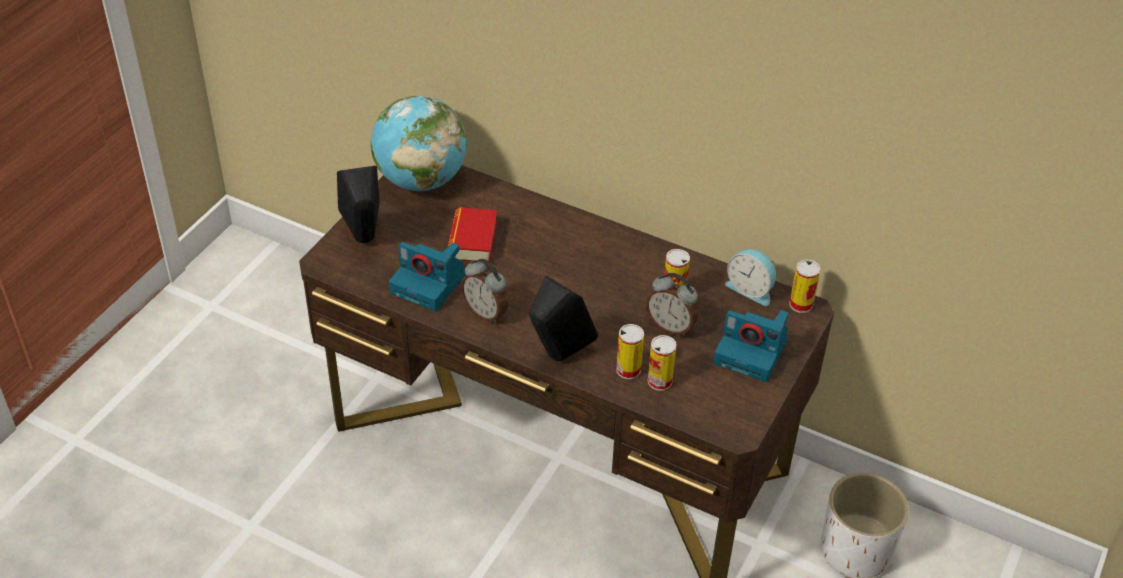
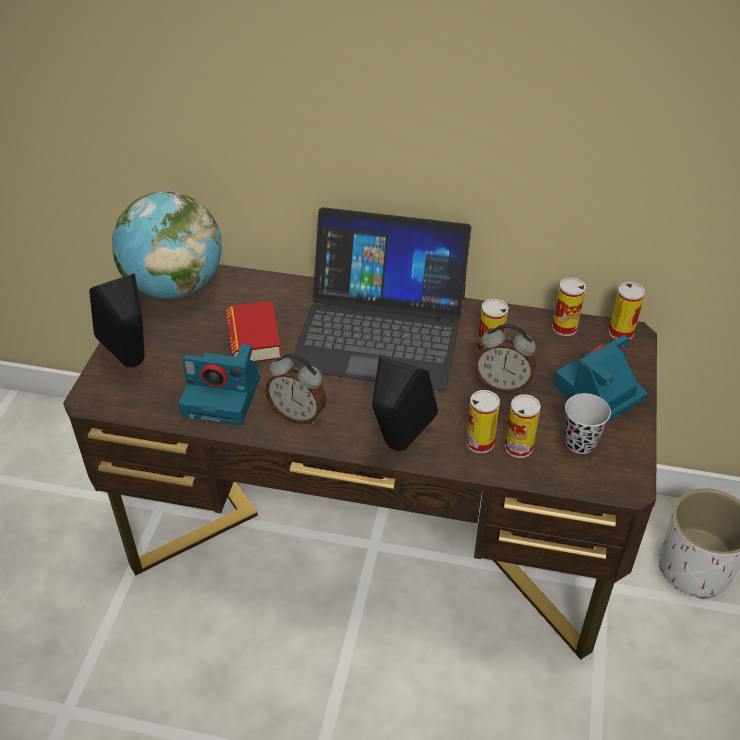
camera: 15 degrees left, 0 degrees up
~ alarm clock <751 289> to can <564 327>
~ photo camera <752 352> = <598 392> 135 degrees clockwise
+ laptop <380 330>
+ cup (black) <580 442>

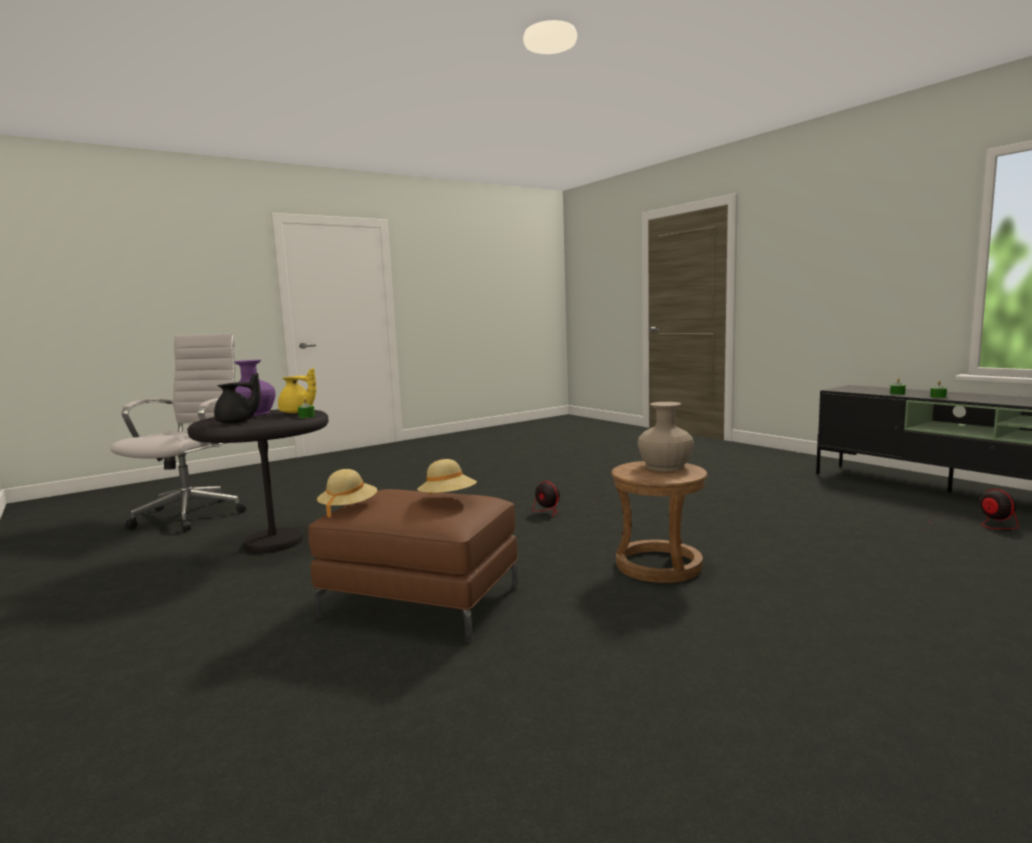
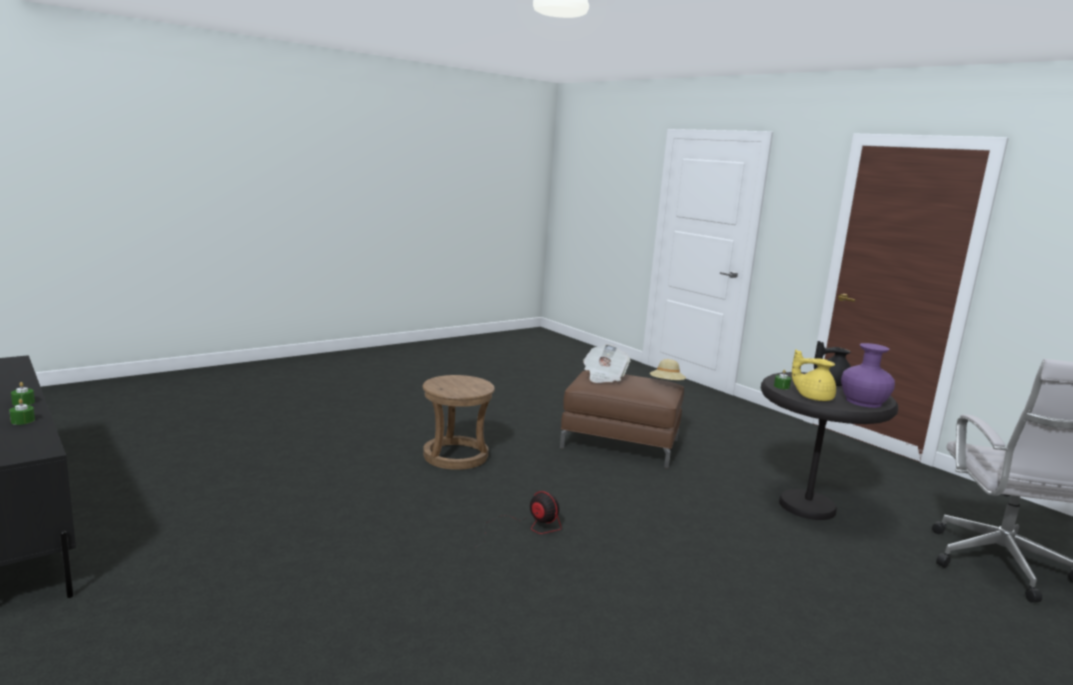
camera: 175 degrees right, 5 degrees up
- vase (beige) <665 466>
~ hat (beige) <448 499> to newspaper <604 377>
- fan <975 524>

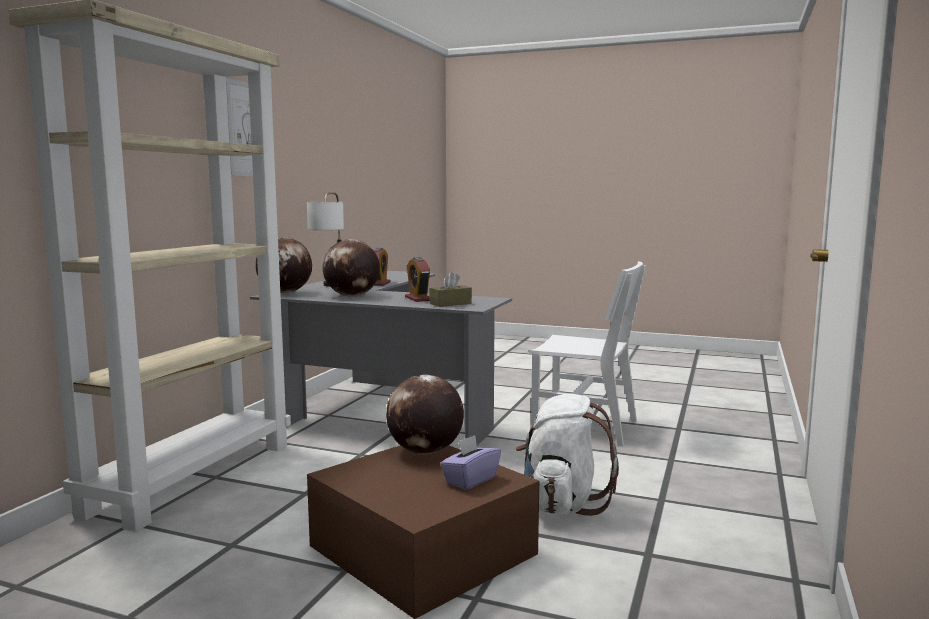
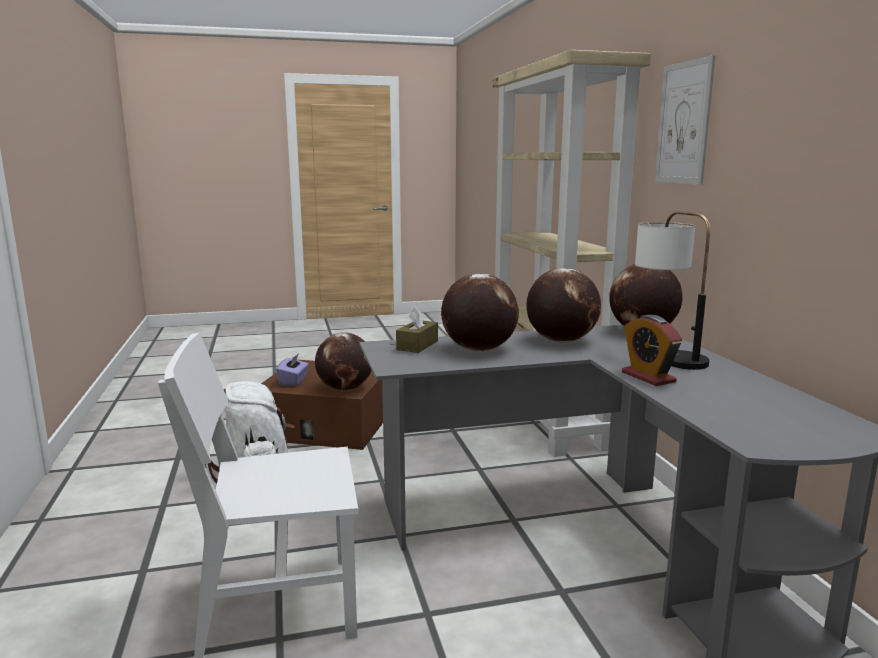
camera: 145 degrees right, 5 degrees up
~ alarm clock <418 299> to globe <478 349>

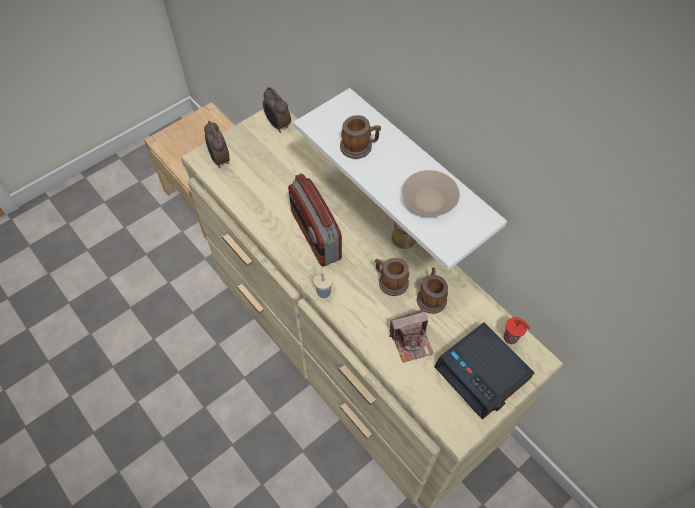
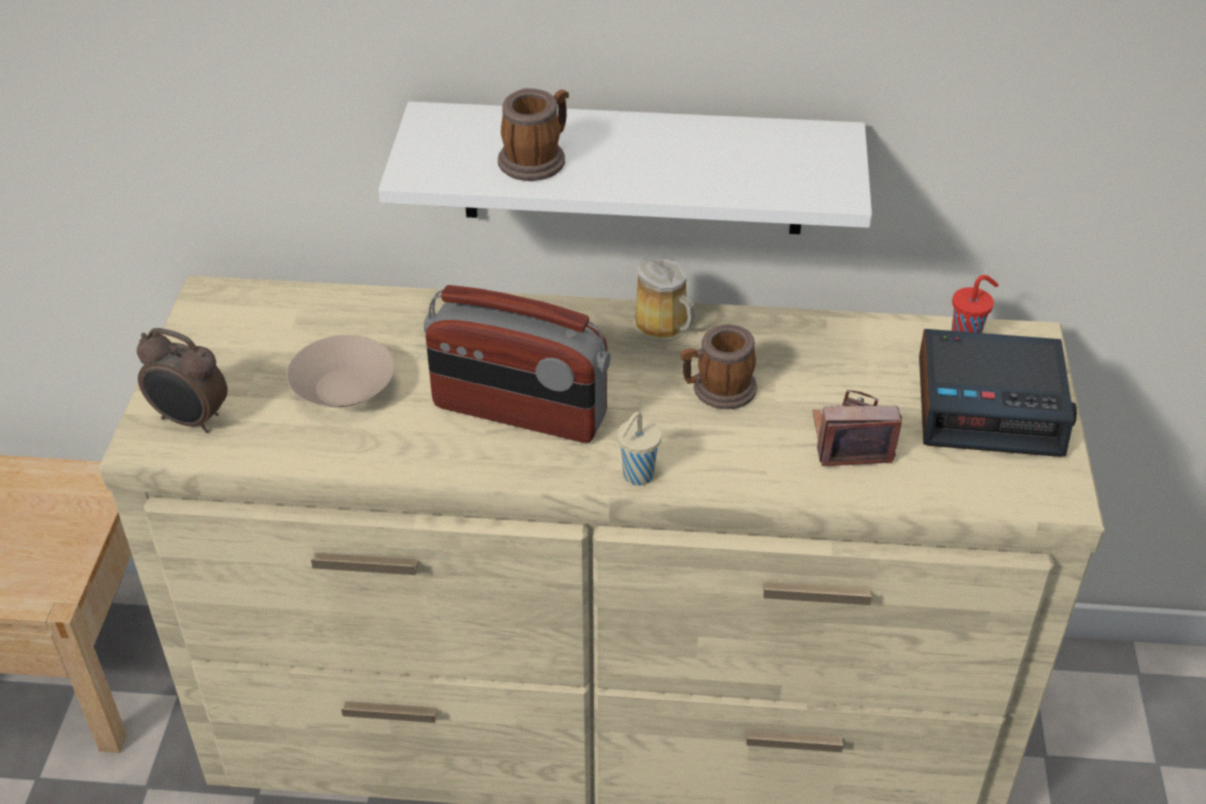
camera: 45 degrees left, 15 degrees down
- alarm clock <278 125>
~ bowl (beige) <429 202> to <344 391>
- mug <431 297>
~ photo camera <411 341> = <850 440> 120 degrees counterclockwise

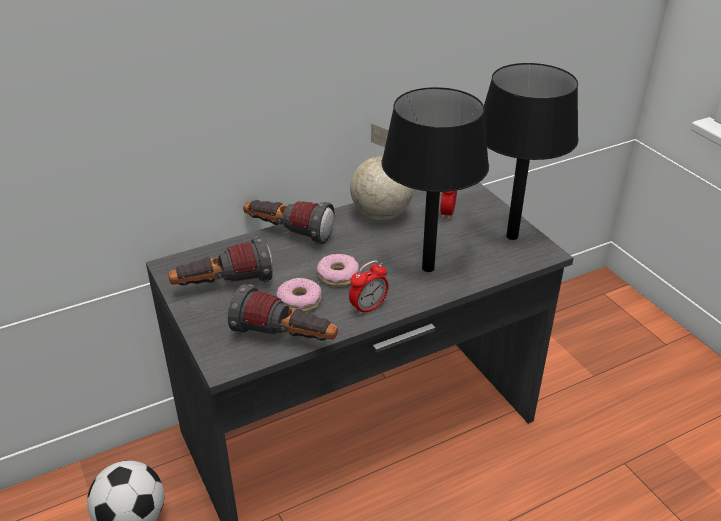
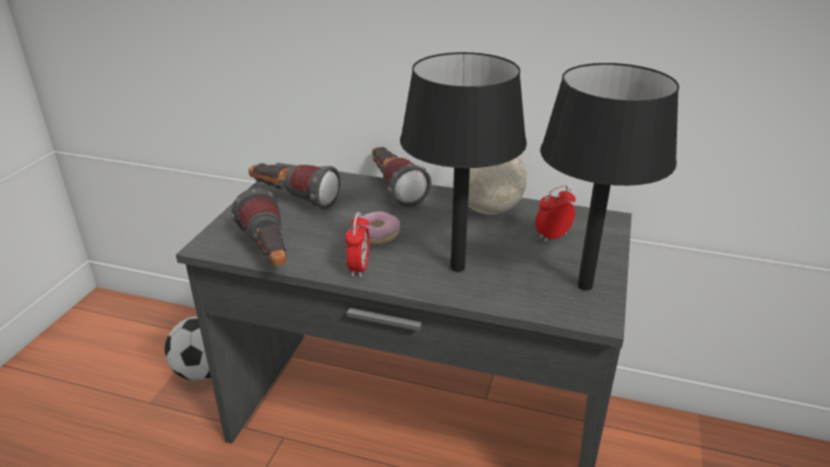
camera: 45 degrees right, 5 degrees down
~ alarm clock <368 307> = <359 268> 90 degrees counterclockwise
- donut <299 301>

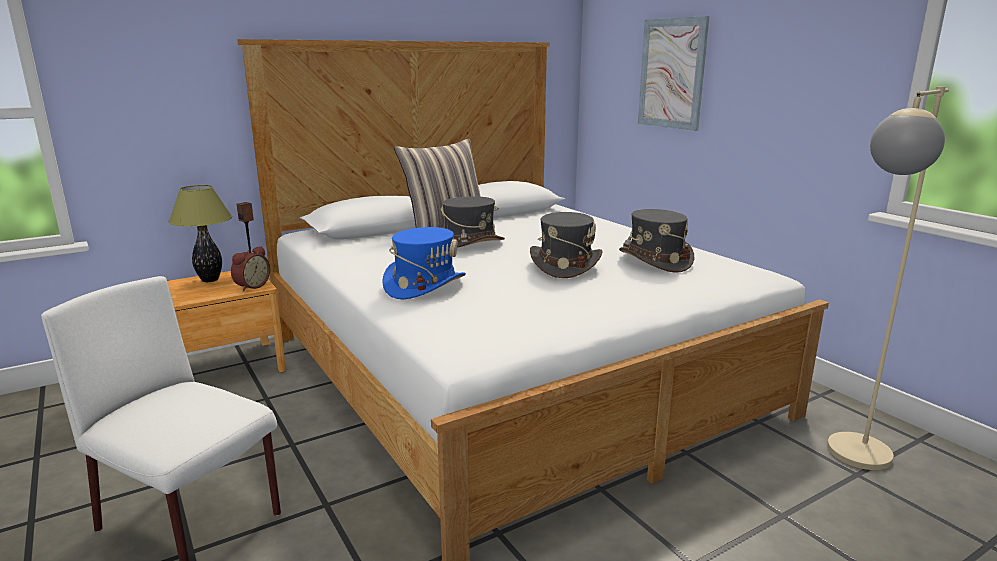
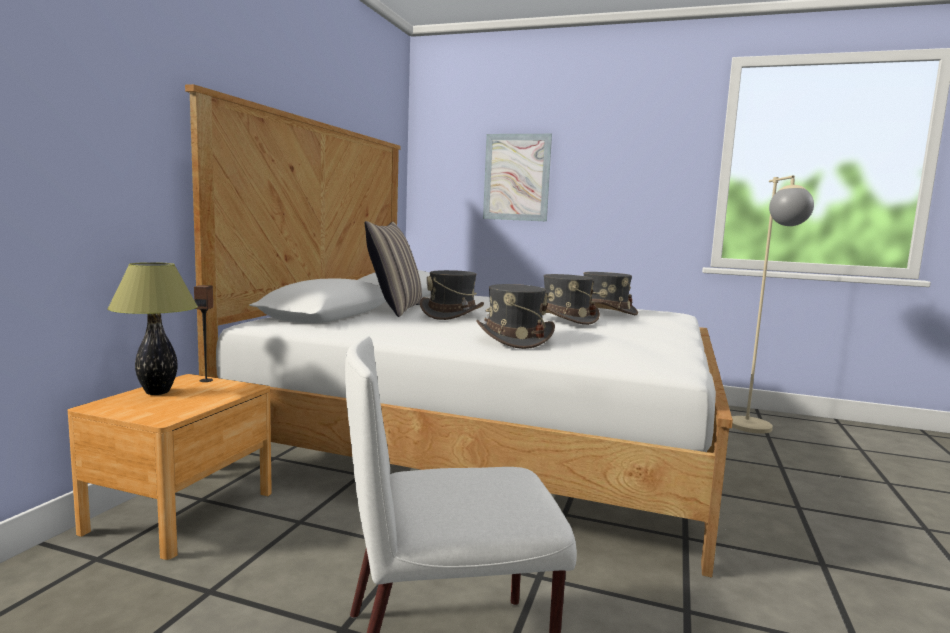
camera: 40 degrees left, 10 degrees down
~ hat (blue) <424 285> to hat (grey) <514 339>
- alarm clock <251 286>

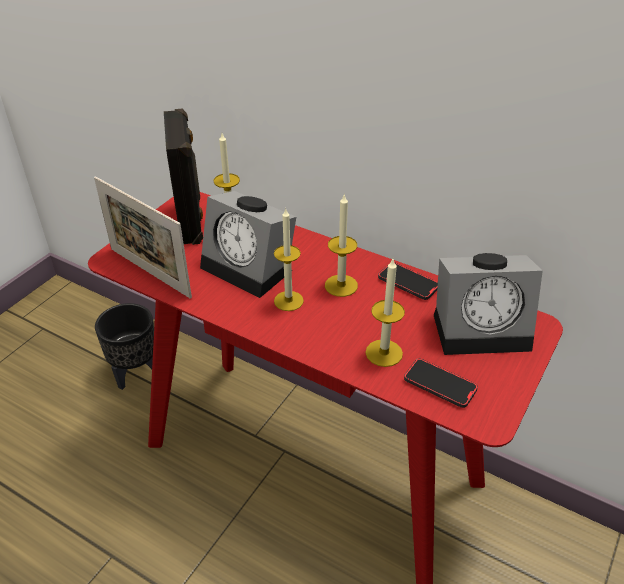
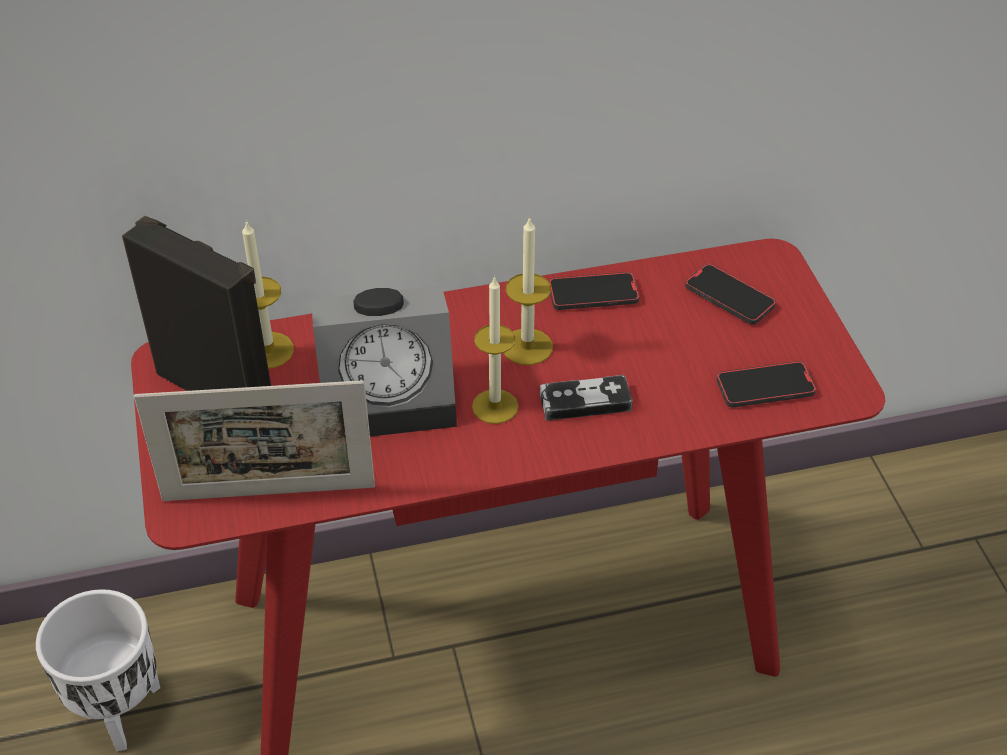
camera: 45 degrees left, 5 degrees up
~ alarm clock <483 329> to phone <729 297>
- candle <384 353>
~ planter (black) <137 374> to planter (white) <121 710>
+ game controller <585 402>

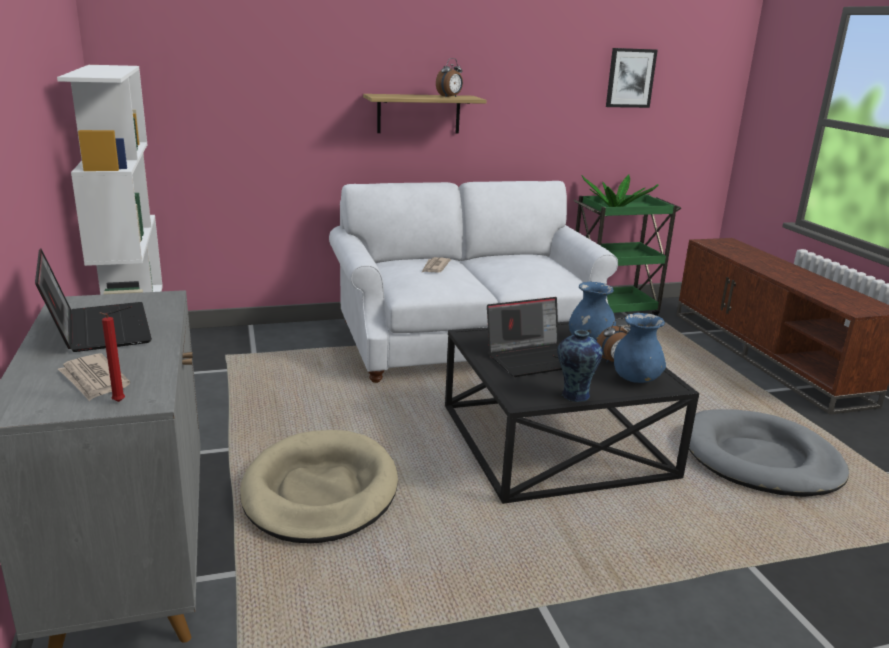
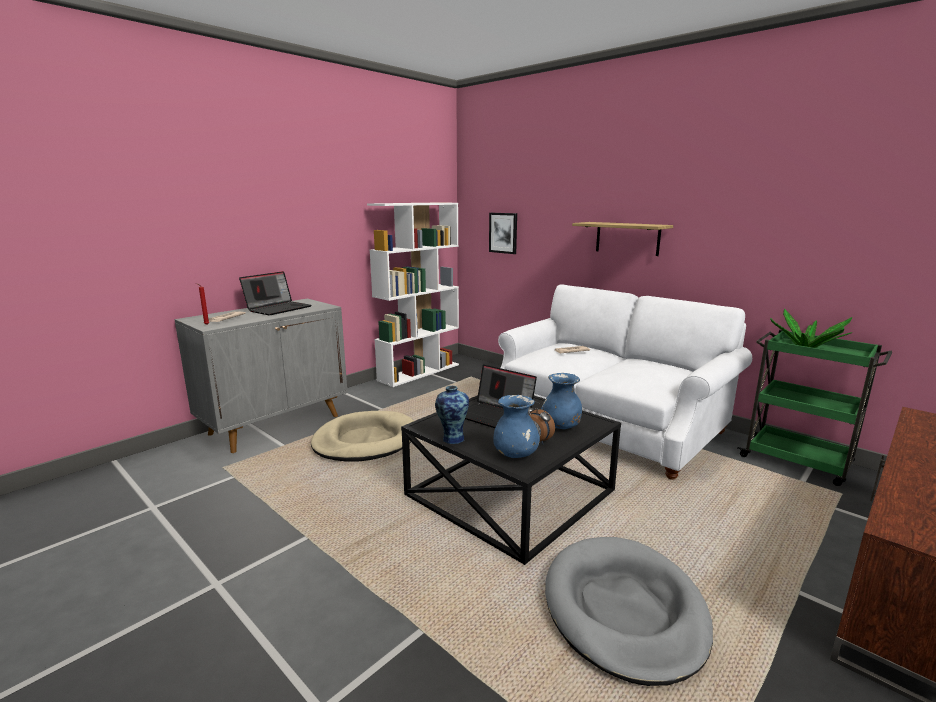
camera: 60 degrees right, 5 degrees down
~ picture <630 78> to <503 233>
- alarm clock <450 97>

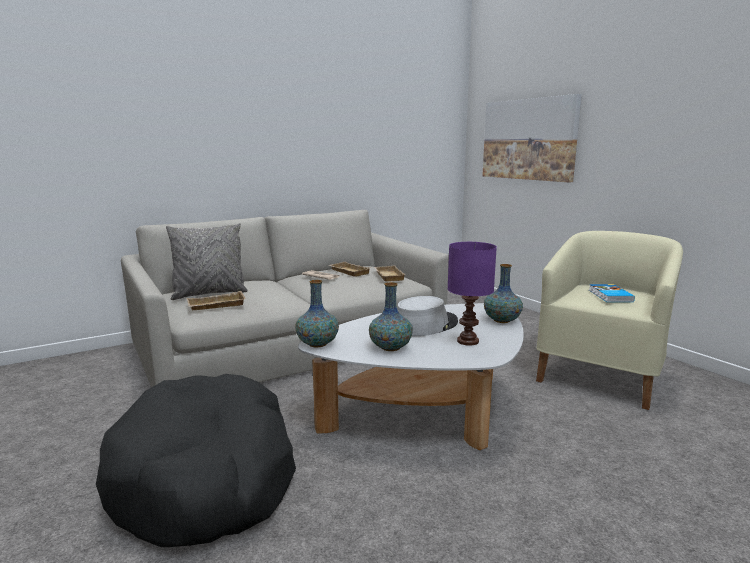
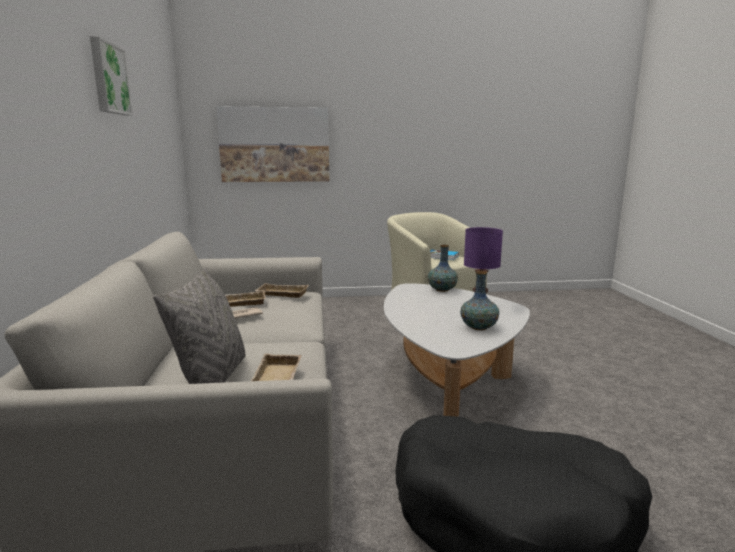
camera: 65 degrees left, 0 degrees up
- vase <317 344>
- hat (grey) <425 325>
+ picture <108 79>

